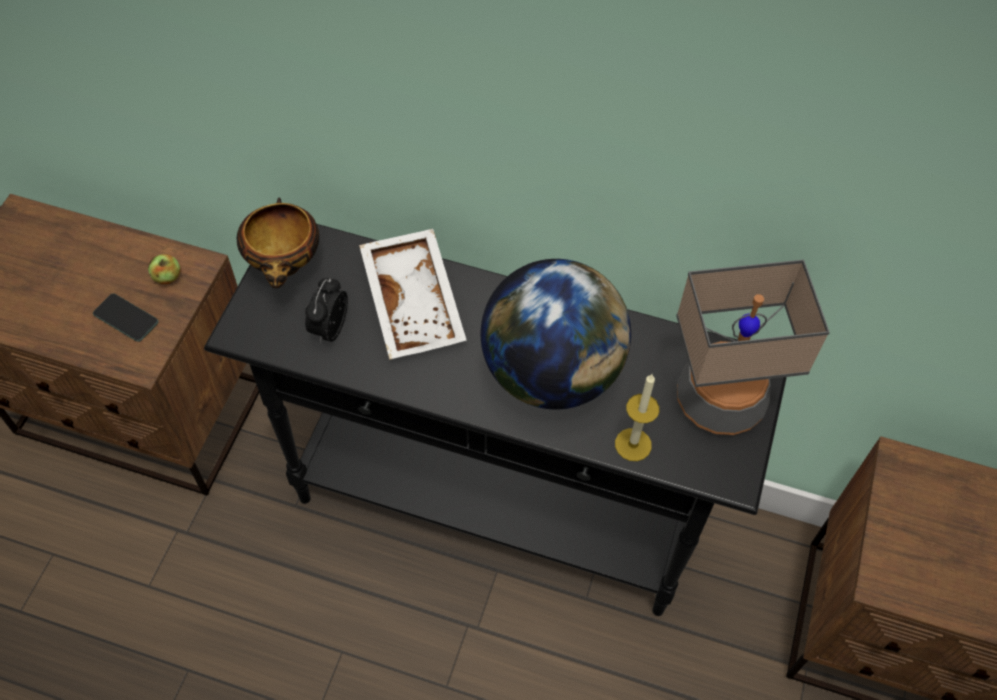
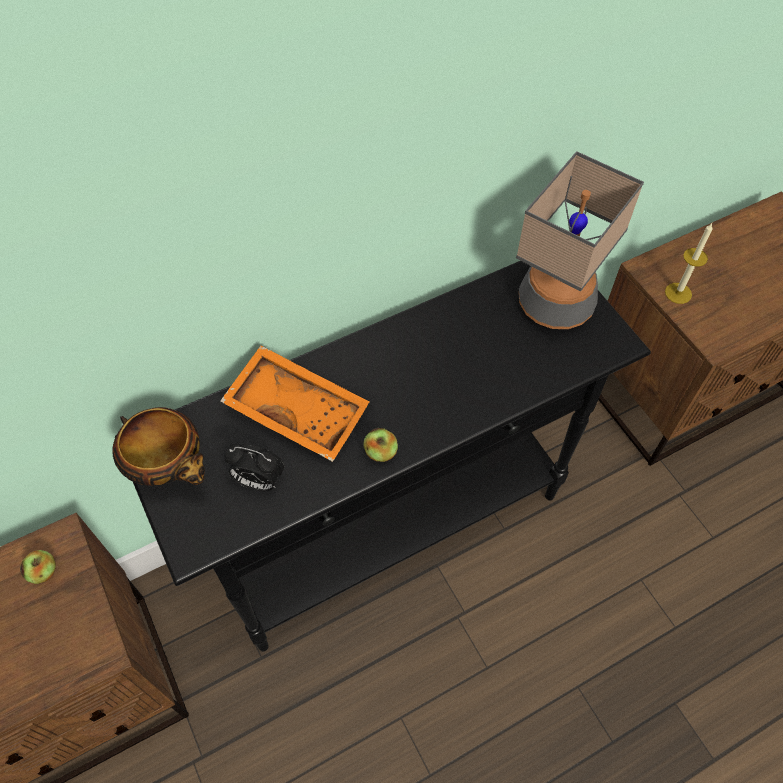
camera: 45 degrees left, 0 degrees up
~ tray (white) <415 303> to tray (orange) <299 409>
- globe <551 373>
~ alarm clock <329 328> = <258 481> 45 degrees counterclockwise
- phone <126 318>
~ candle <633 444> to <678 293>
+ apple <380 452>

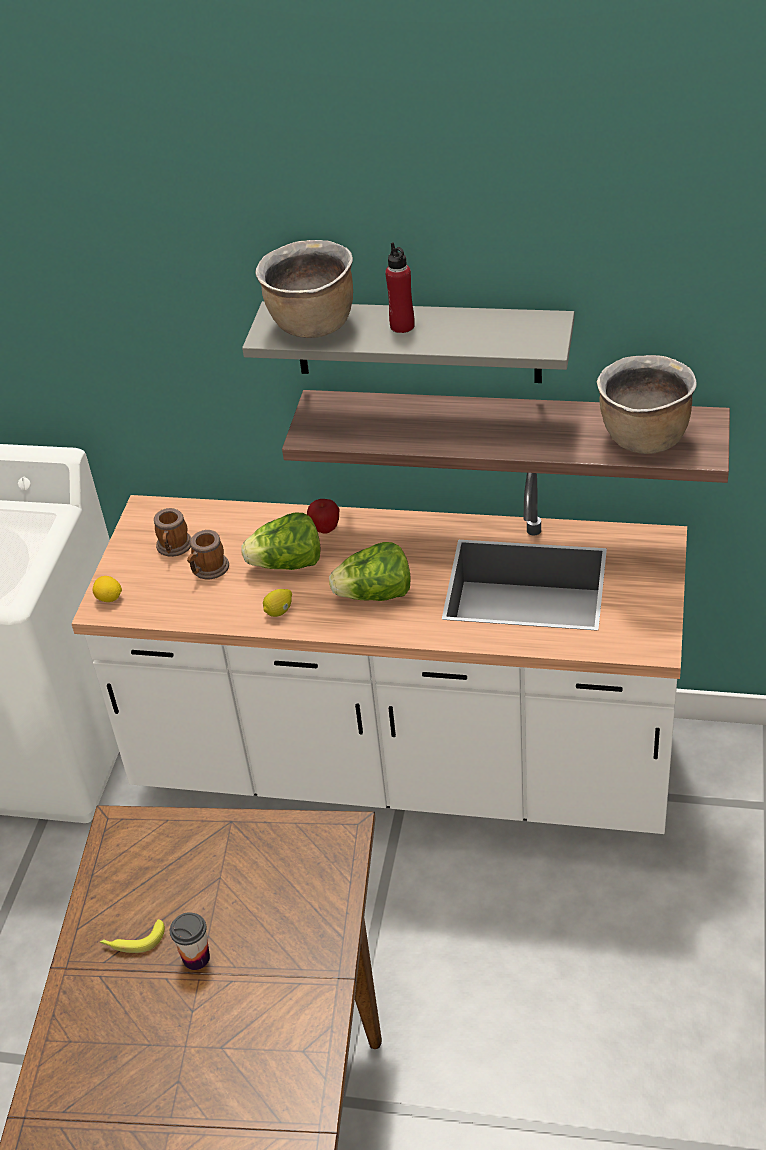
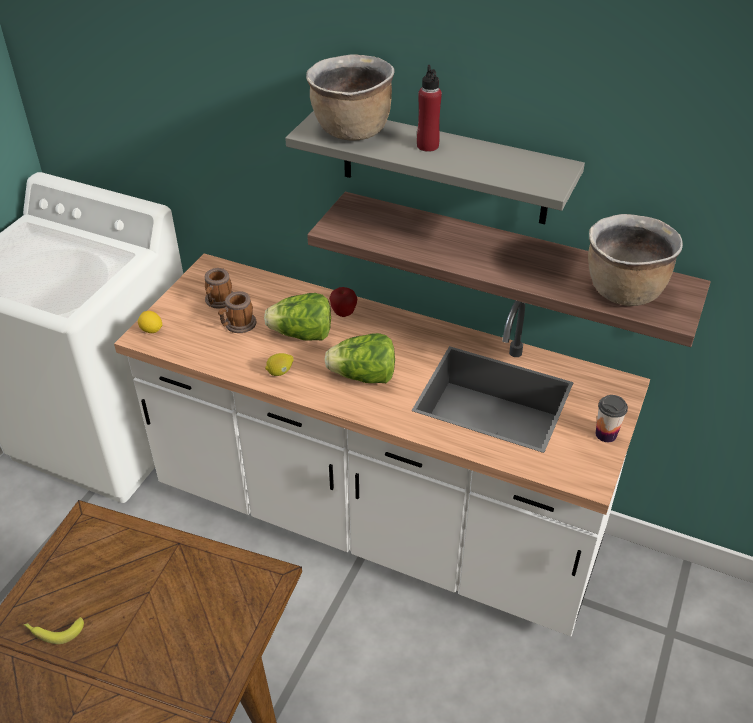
camera: 10 degrees right, 0 degrees up
~ cup <196 958> to <606 434>

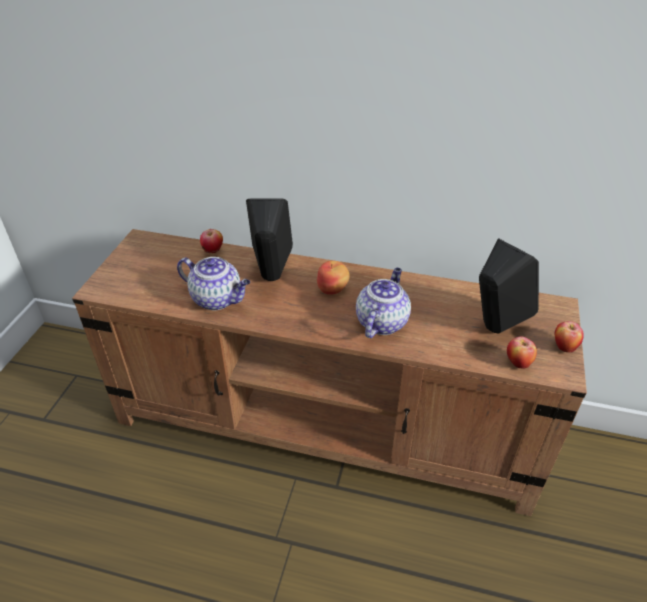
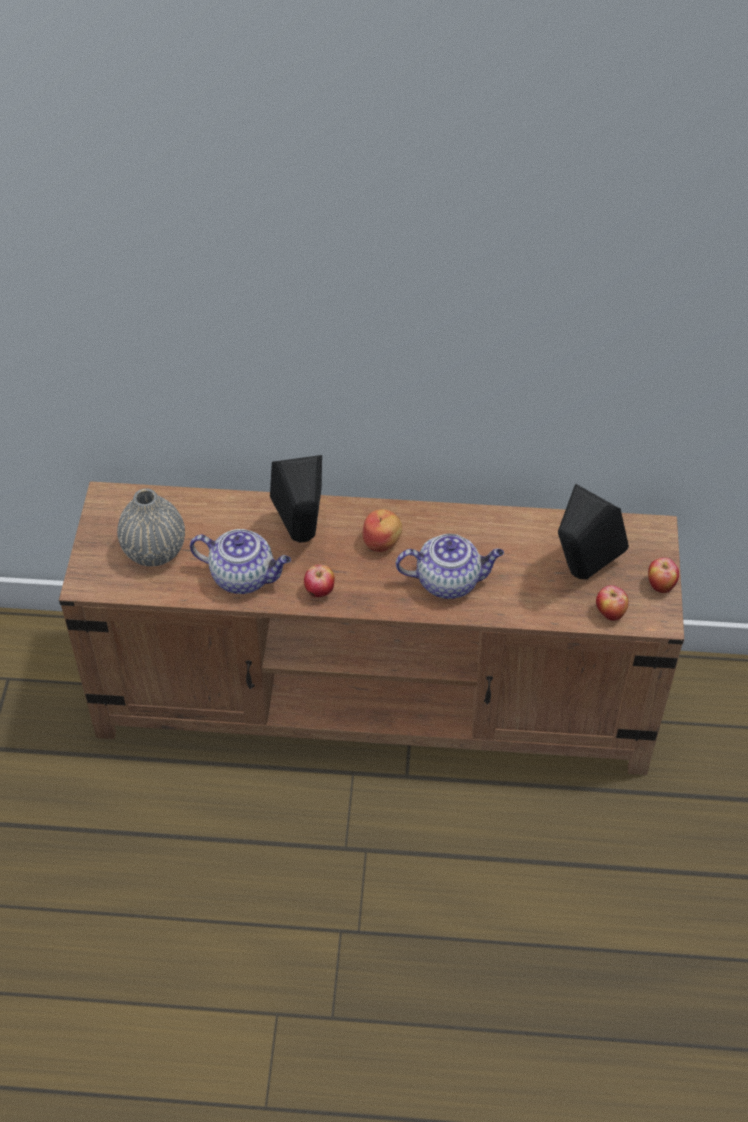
camera: 10 degrees left, 10 degrees up
~ apple <213 251> to <320 592>
~ teapot <381 322> = <449 581> 75 degrees clockwise
+ vase (grey) <154 551>

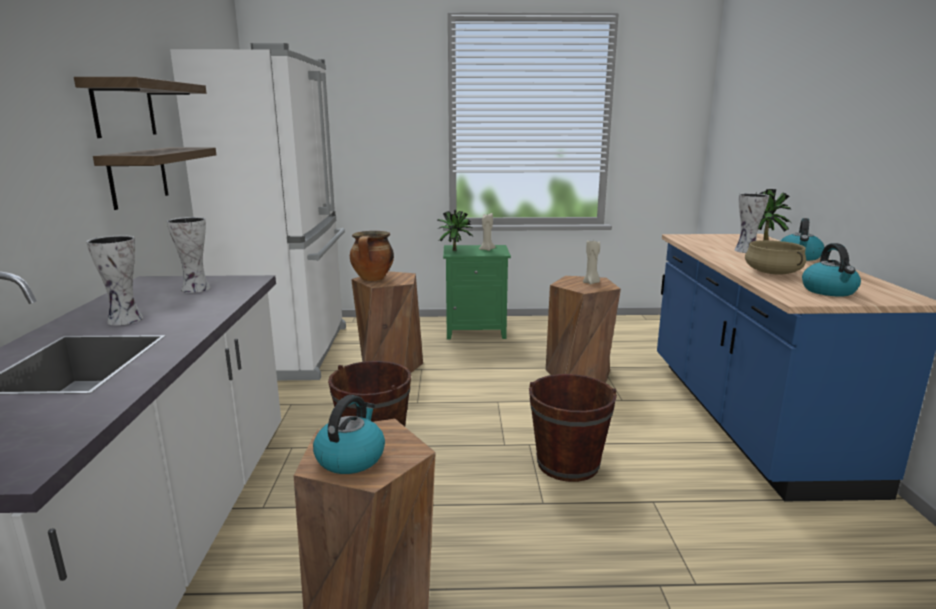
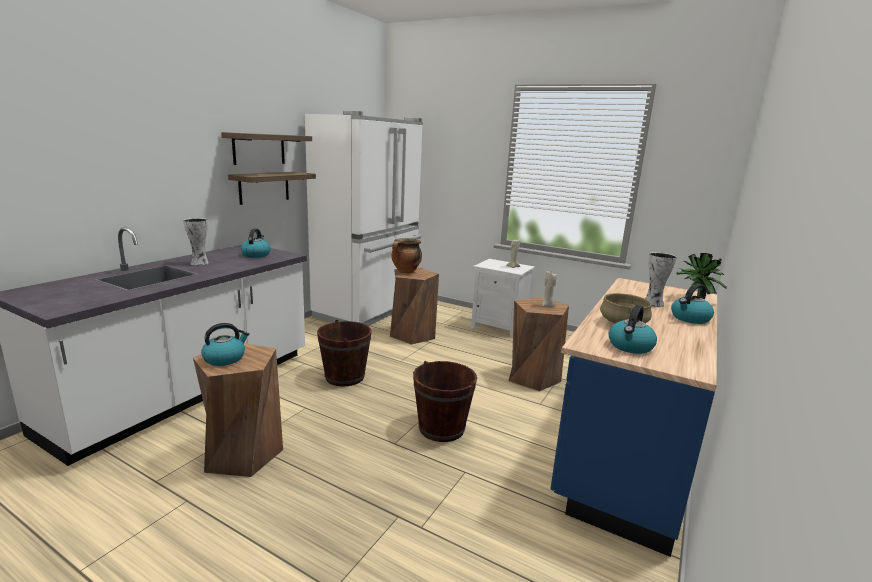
camera: 30 degrees right, 0 degrees up
- potted plant <454 250>
~ vase <195 289> to kettle <256 255>
~ nightstand (green) <476 330> to nightstand (white) <499 327>

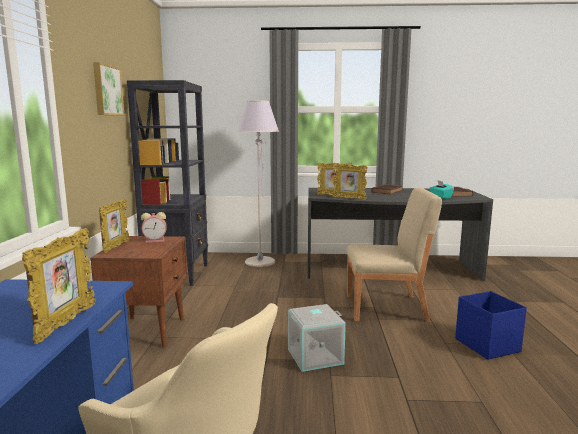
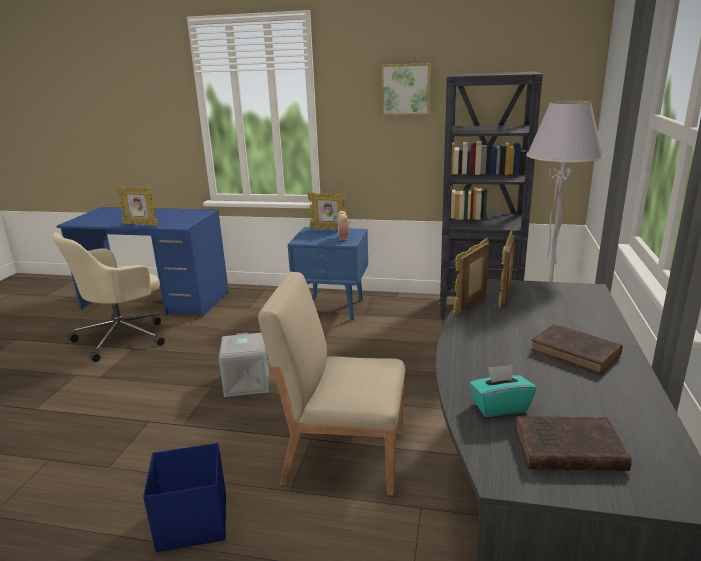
camera: 100 degrees right, 10 degrees up
~ chair (beige) <387 308> = <343 455> 90 degrees clockwise
~ nightstand (brown) <148 331> to nightstand (blue) <333 308>

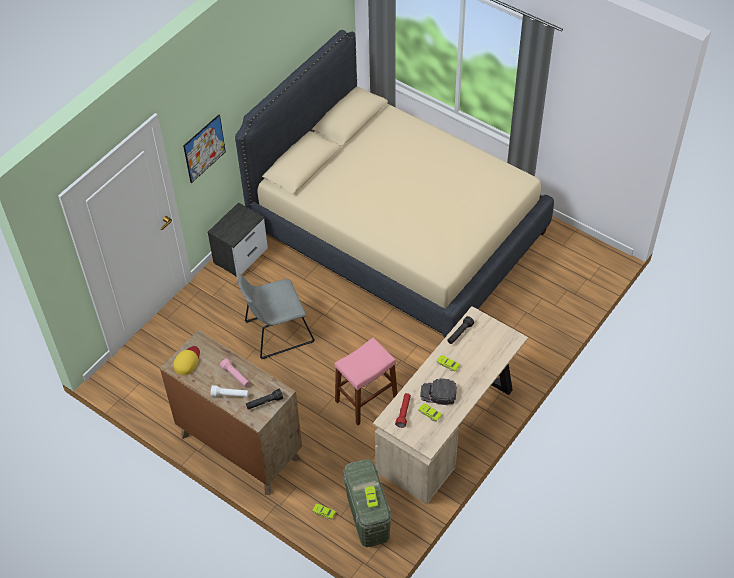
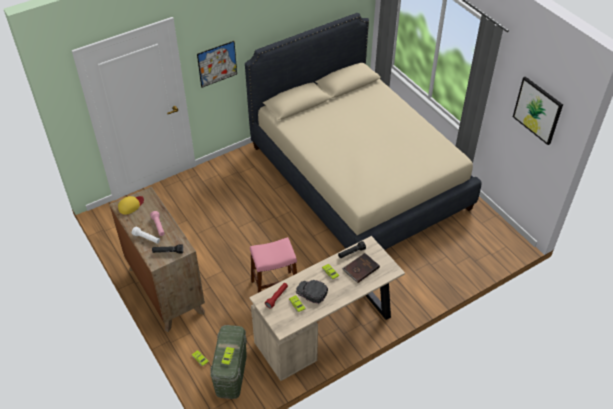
camera: 20 degrees right, 5 degrees down
- nightstand <241 255>
- chair (grey) <276 332>
+ picture <537 110>
+ book (brown) <360 268>

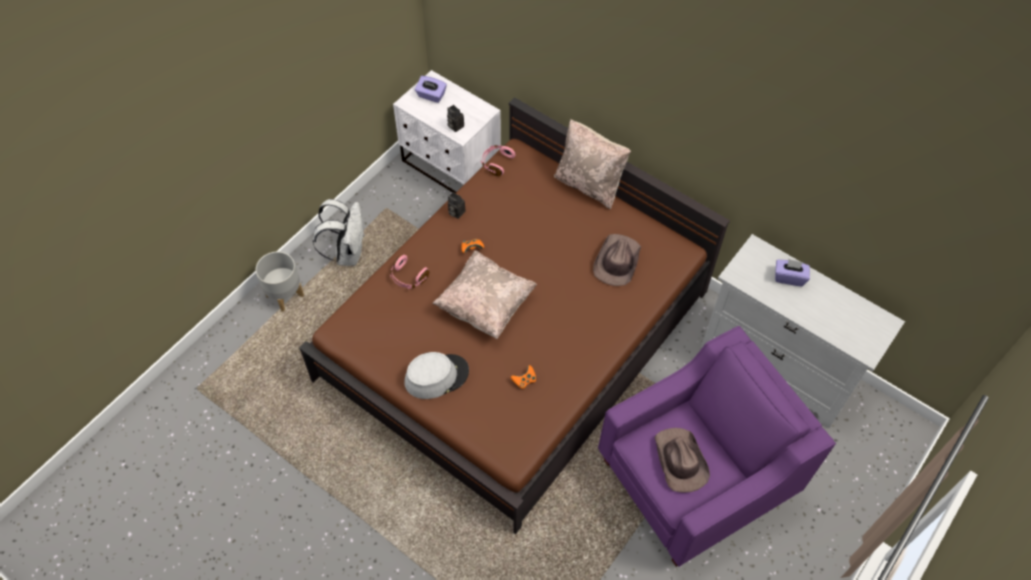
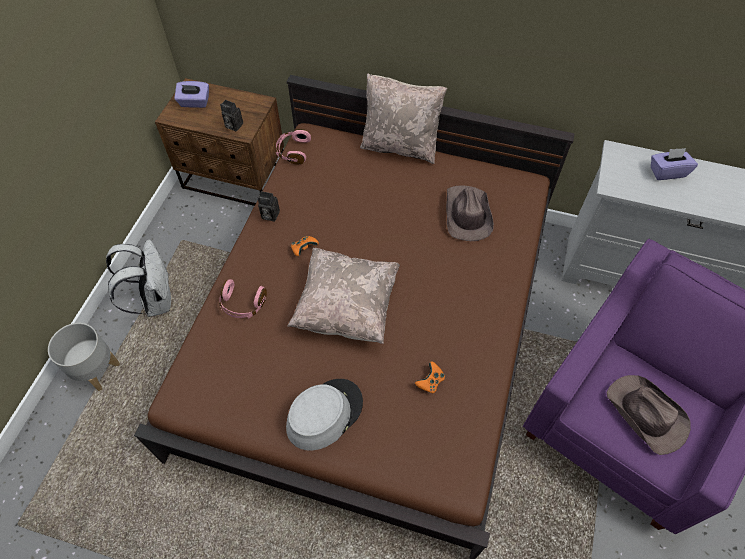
camera: 20 degrees left, 0 degrees up
~ nightstand (white) <450 166> to nightstand (brown) <235 179>

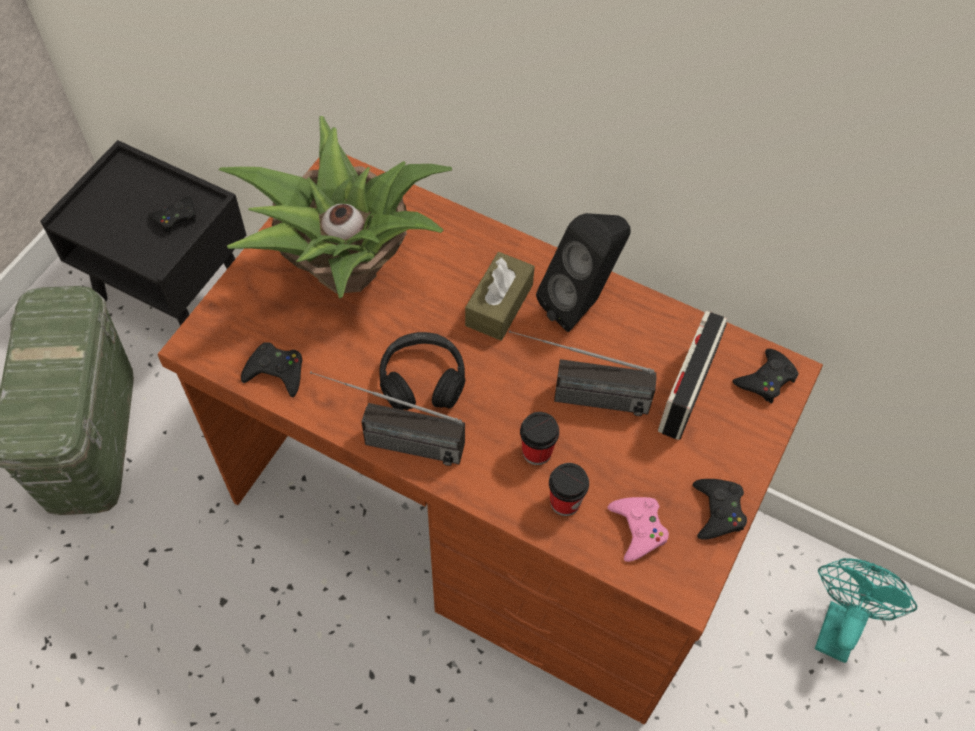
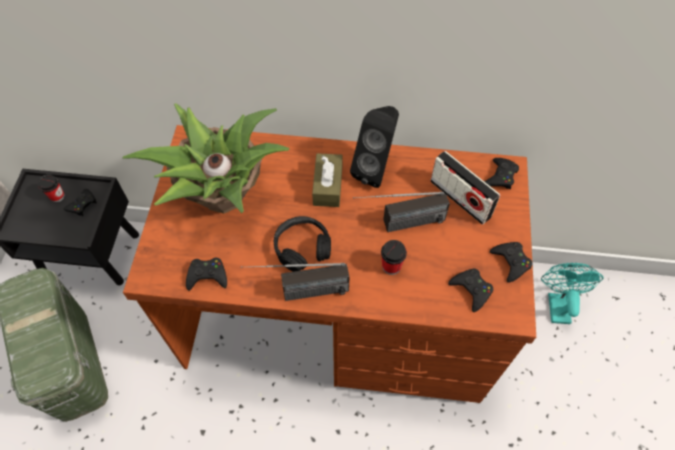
camera: 20 degrees left, 0 degrees up
~ radio <686 391> = <460 199> 45 degrees counterclockwise
~ cup <565 502> to <57 196>
~ game controller (pink) <638 529> to game controller (black) <471 290>

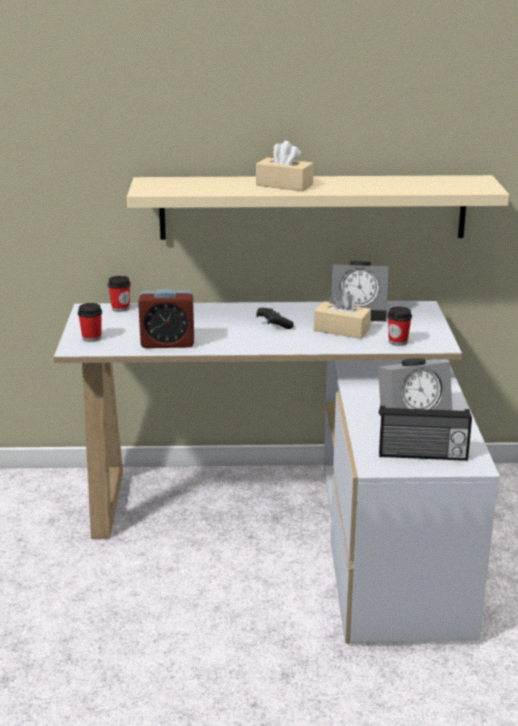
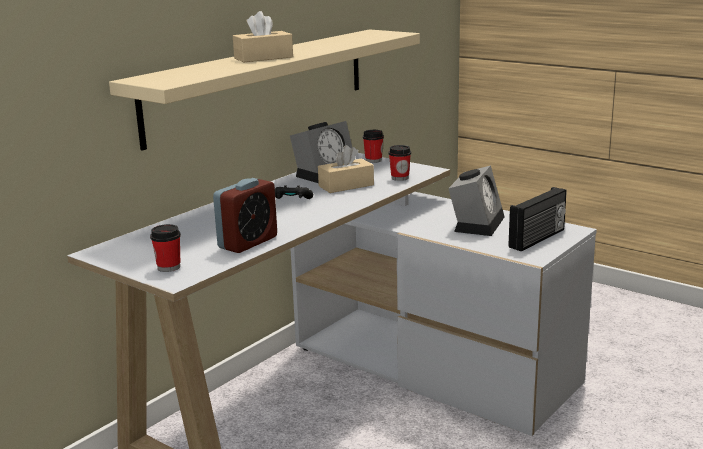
camera: 50 degrees left, 5 degrees down
~ cup <120 308> to <373 160>

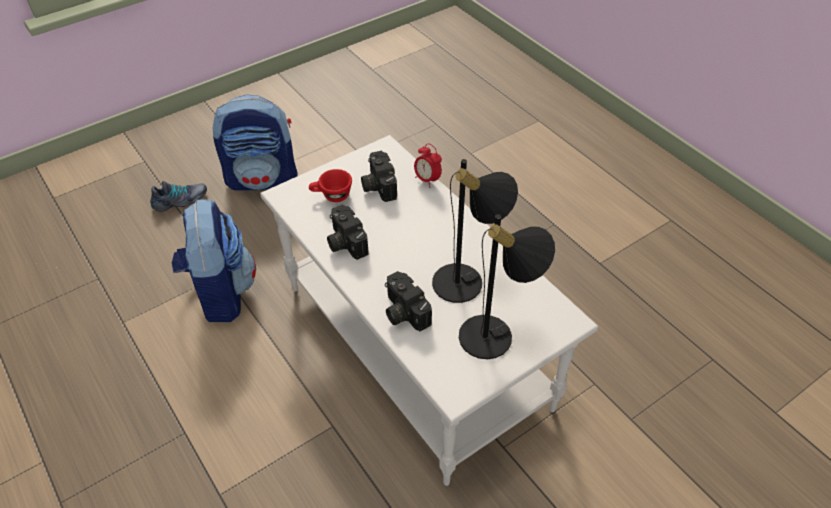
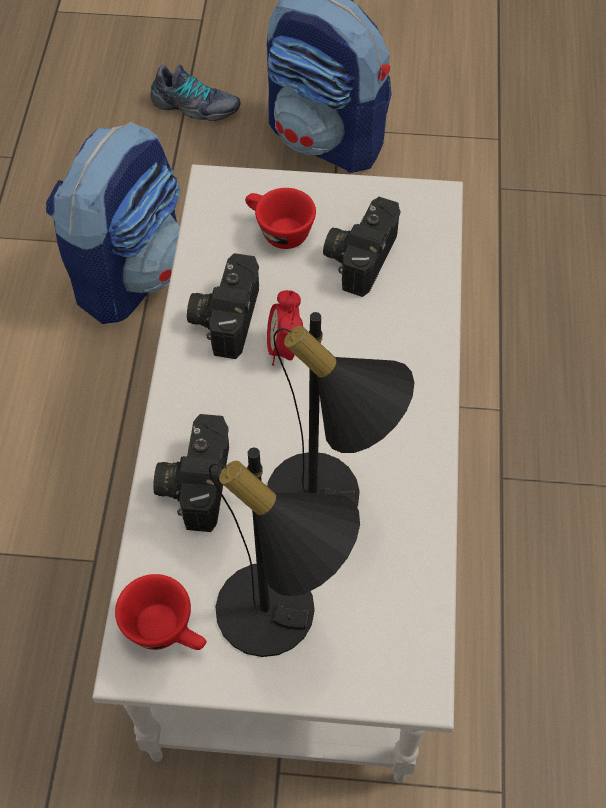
camera: 40 degrees right, 10 degrees up
~ alarm clock <427 180> to <284 349>
+ cup (red) <167 630>

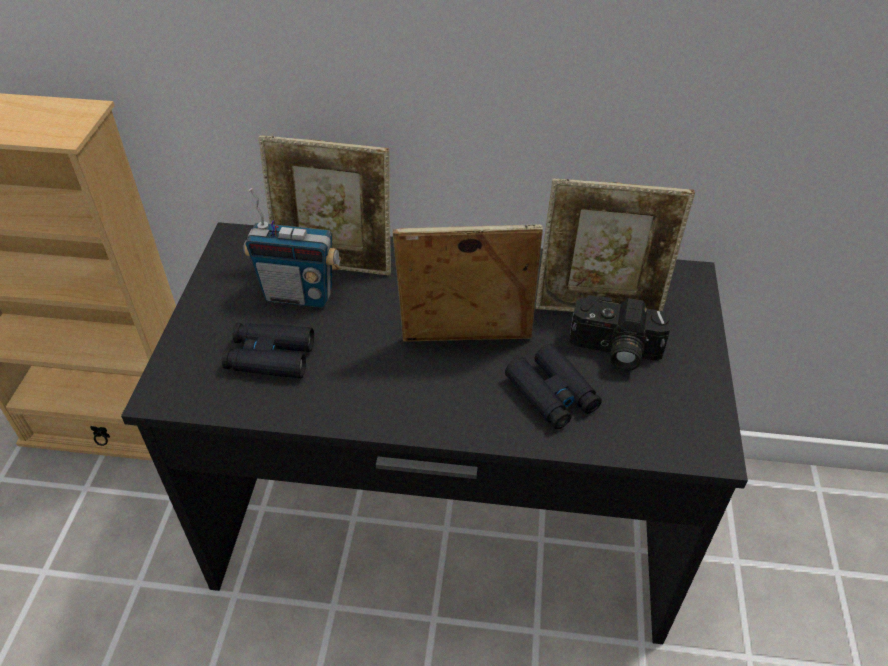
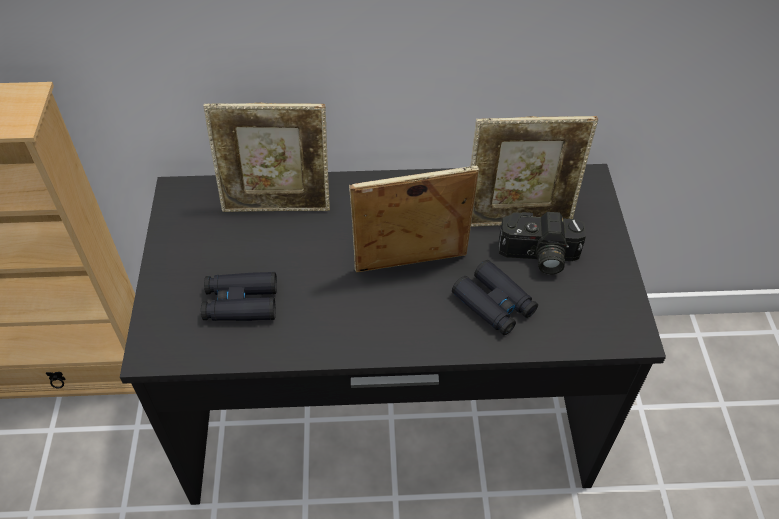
camera: 10 degrees left, 5 degrees up
- radio <299 294>

